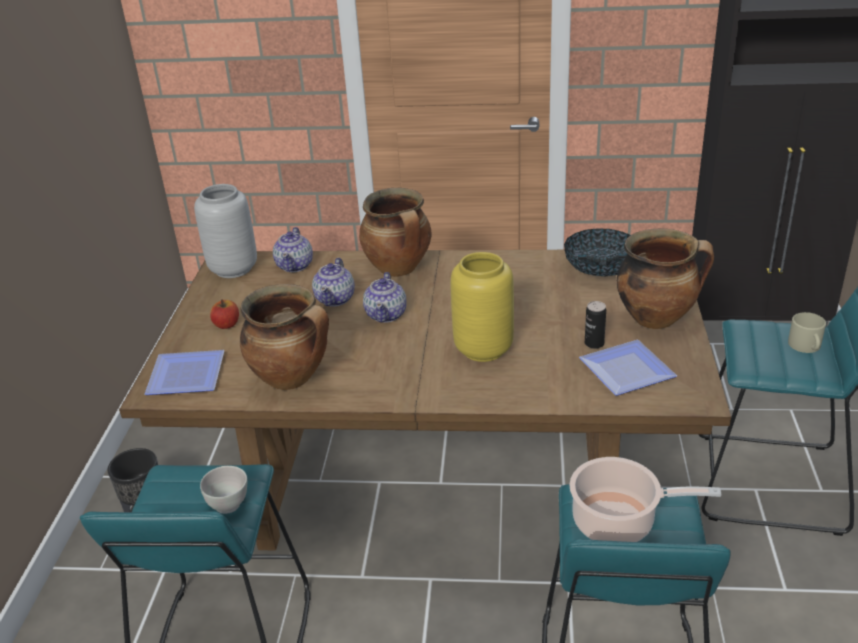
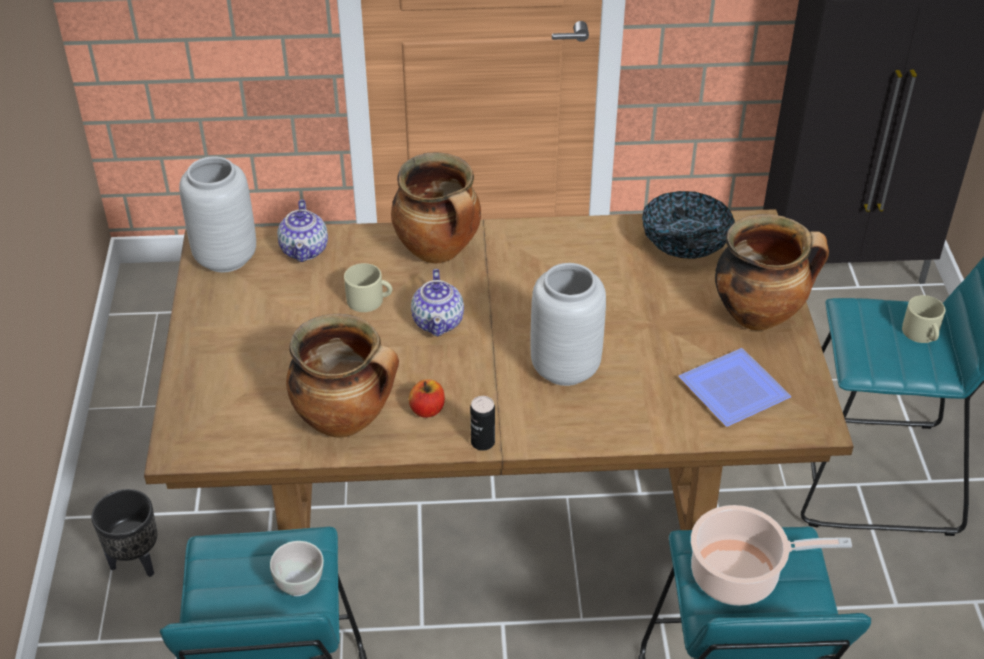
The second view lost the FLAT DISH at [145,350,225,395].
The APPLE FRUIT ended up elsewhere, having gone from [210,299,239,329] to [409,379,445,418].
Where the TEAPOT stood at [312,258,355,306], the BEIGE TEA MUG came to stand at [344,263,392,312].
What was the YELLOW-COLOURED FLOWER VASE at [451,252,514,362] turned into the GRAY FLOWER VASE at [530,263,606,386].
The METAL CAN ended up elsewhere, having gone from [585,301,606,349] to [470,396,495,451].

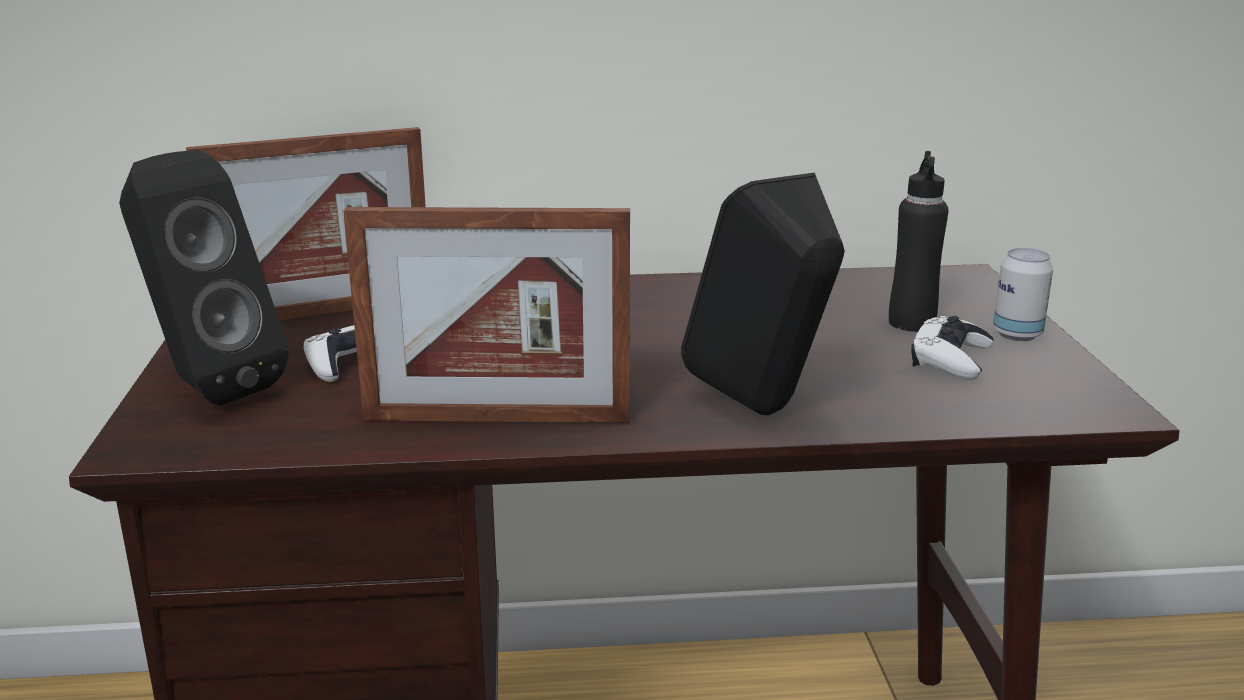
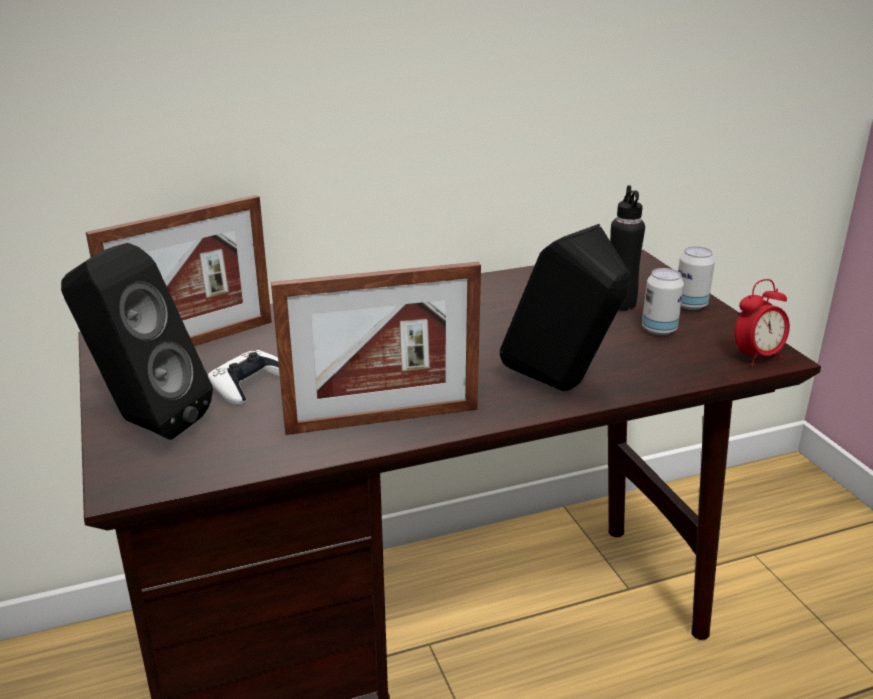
Where the WHITE JOYPAD stood at [911,316,993,380], the METAL CAN came to stand at [642,268,684,335].
The second view gained the TABLE CLOCK at [735,279,790,366].

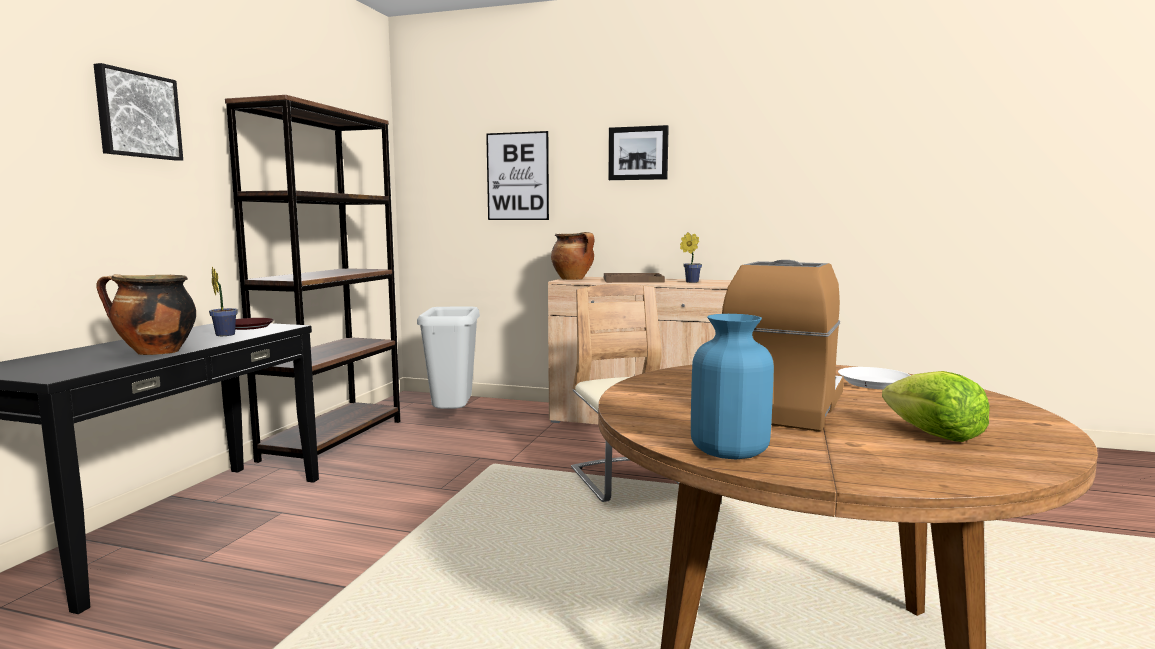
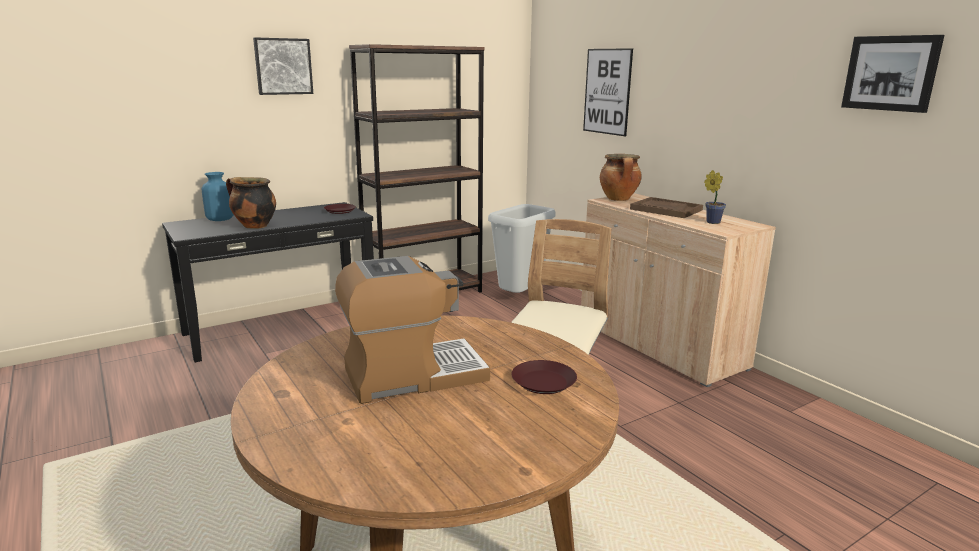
The second view lost the HOUSEPLANT at [209,267,238,336].
The PICTURE ended up elsewhere, having gone from [609,125,669,180] to [841,35,944,113].
The BLUISH FLOWER VASE ended up elsewhere, having gone from [691,314,774,459] to [202,172,234,221].
What was the WHITE FLAT DISH at [838,367,911,389] turned into the BROWNISH FLAT DISH at [511,360,577,394].
The second view lost the LETTUCE at [882,371,990,442].

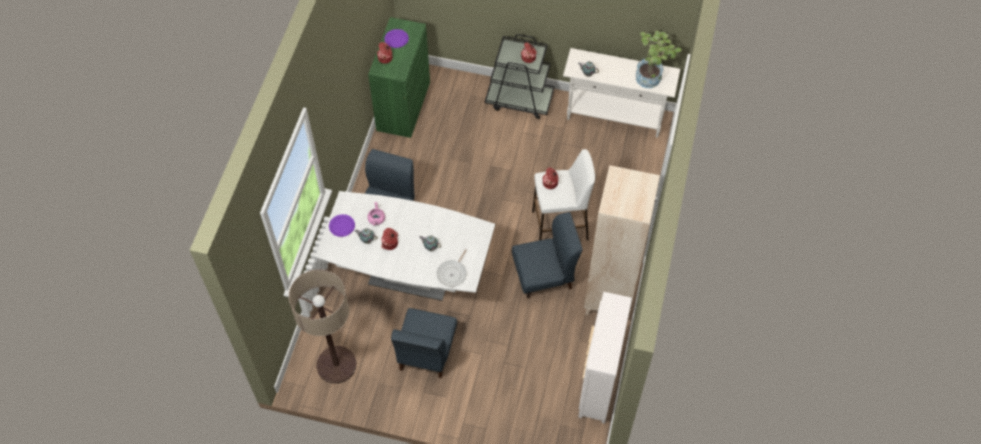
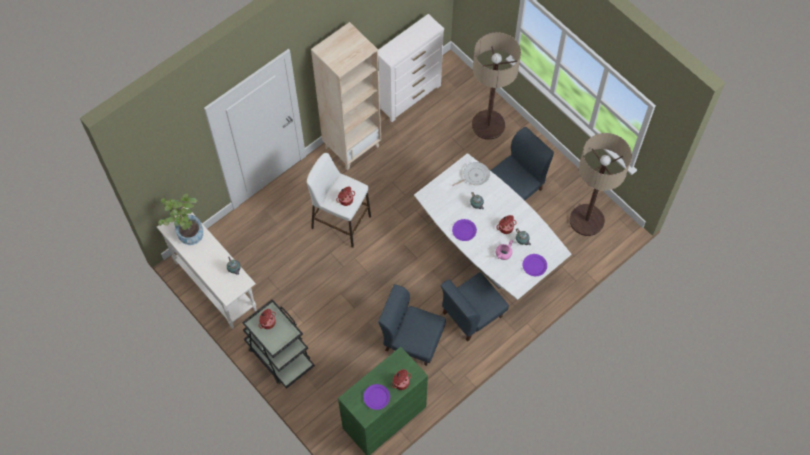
The BLUISH UPRIGHT CHAIR ended up elsewhere, having gone from [512,212,583,299] to [378,284,446,366].
The second view gained the PURPLISH FLAT DISH at [452,219,477,241].
The second view gained the STANDING LAMP at [472,32,521,140].

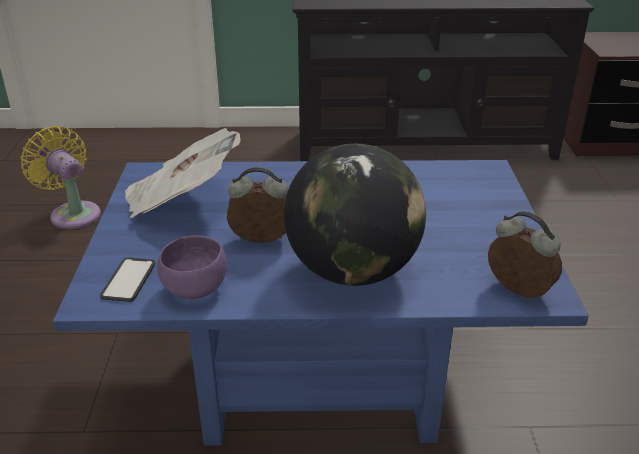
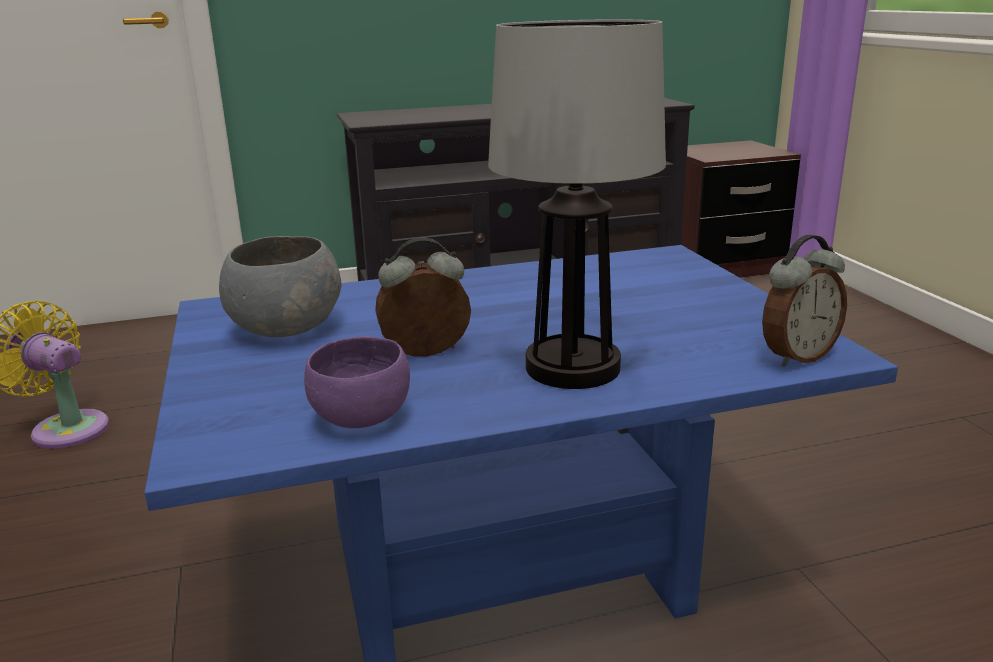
The second view lost the TELEPHONE at [100,257,155,302].
Where the PRINTED PAPER stood at [125,128,241,218], the GRAY DEEP DISH came to stand at [219,236,341,337].
Where the DESK GLOBE stood at [284,144,426,286], the TABLE LAMP came to stand at [488,19,666,389].
The TABLE CLOCK at [488,211,562,299] ended up facing another way, 120 degrees clockwise from before.

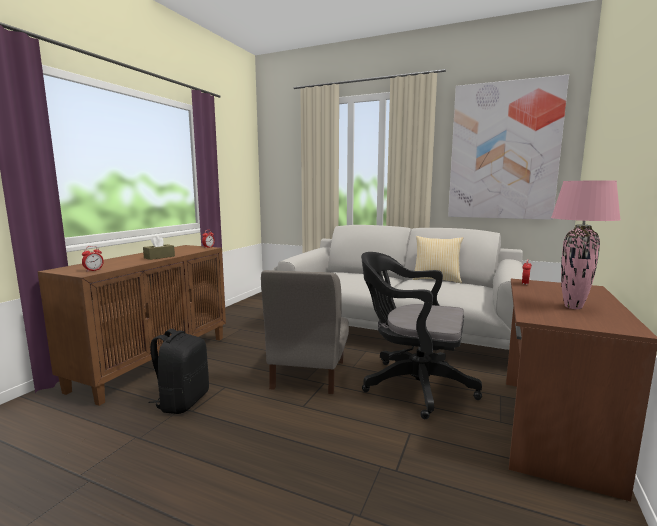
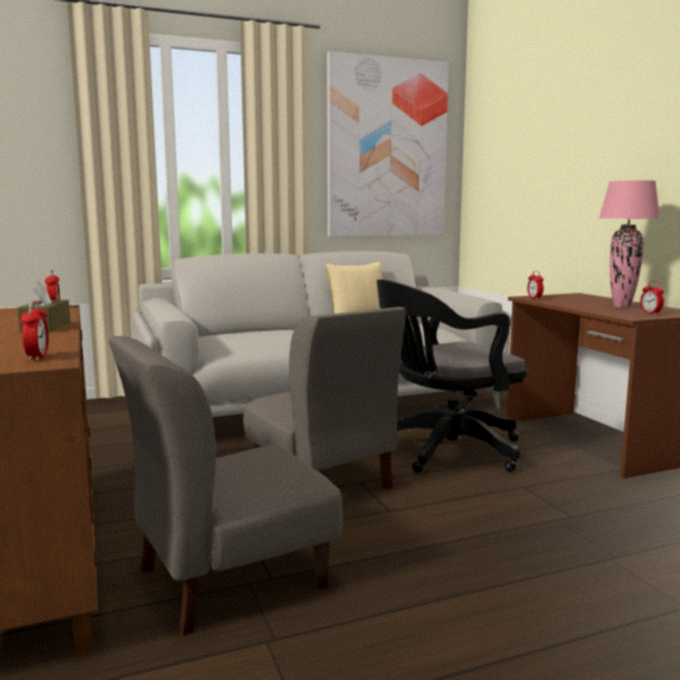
Where the BLACK-COLOURED RUCKSACK stood at [149,329,209,414], the GRAY UPRIGHT CHAIR came to stand at [109,336,343,636].
The second view gained the TABLE CLOCK at [640,281,664,315].

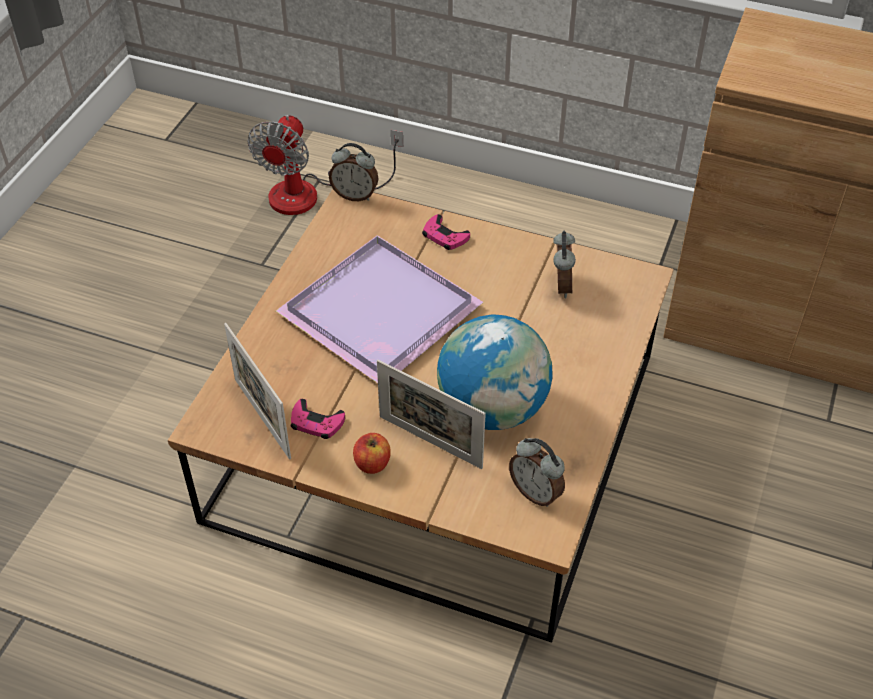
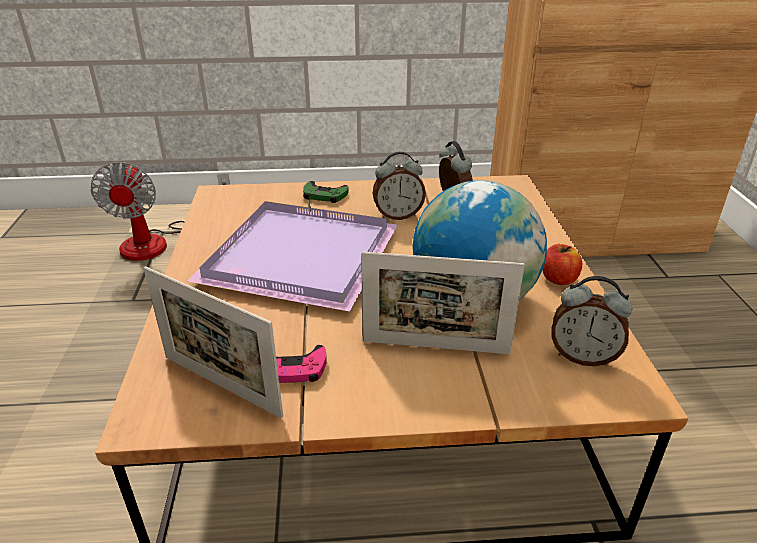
The TABLE CLOCK ended up elsewhere, having gone from [329,143,379,201] to [373,152,426,220].
The APPLE FRUIT ended up elsewhere, having gone from [353,433,391,474] to [543,244,582,285].
What was the PINK-COLOURED JOYPAD at [422,214,470,250] turned into the GREEN JOYPAD at [303,181,349,203].

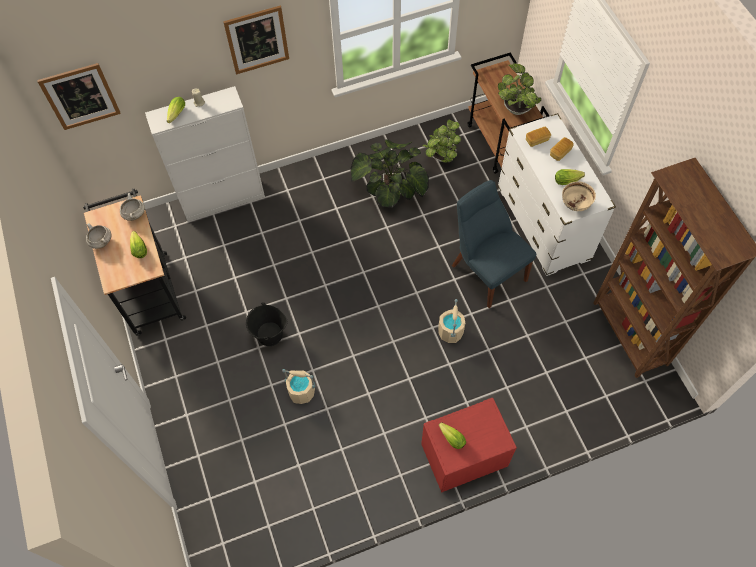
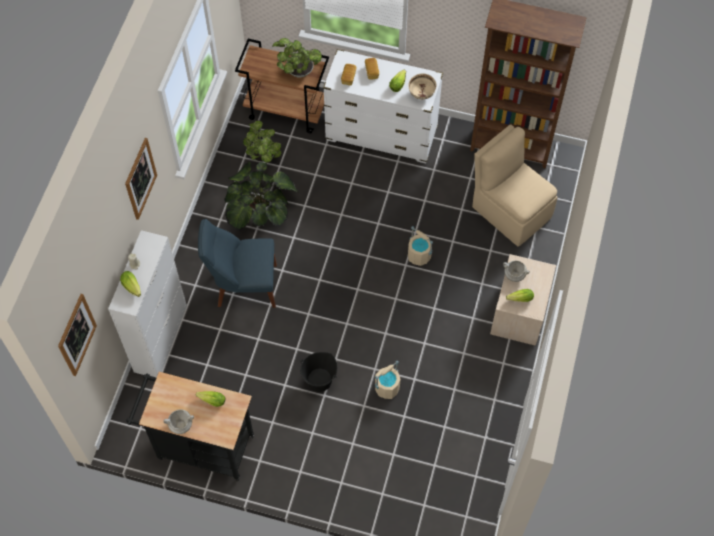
The WHITE SAUCEPOT ended up elsewhere, having gone from [120,193,145,221] to [503,261,530,282].
What was the RED-COLOURED NIGHTSTAND at [421,398,517,492] turned into the BEIGE NIGHTSTAND at [490,254,556,346].
The BLUISH UPRIGHT CHAIR ended up elsewhere, having gone from [452,180,536,308] to [198,219,277,308].
The second view gained the BEIGE UPRIGHT CHAIR at [472,124,558,246].

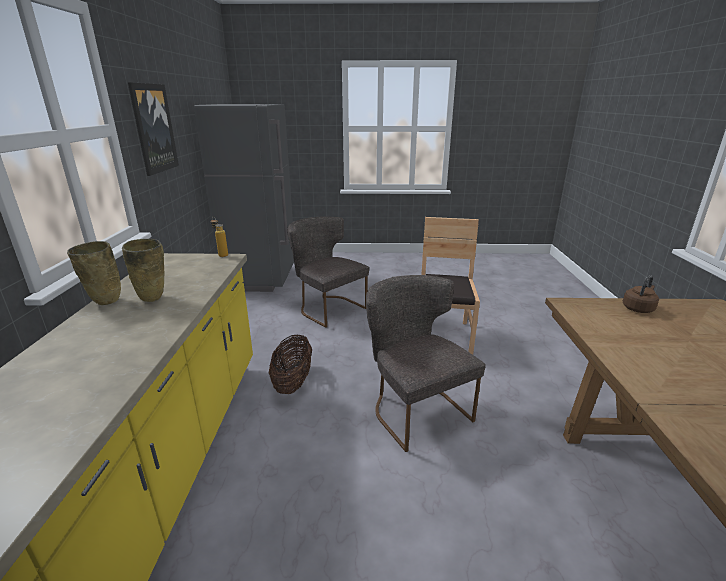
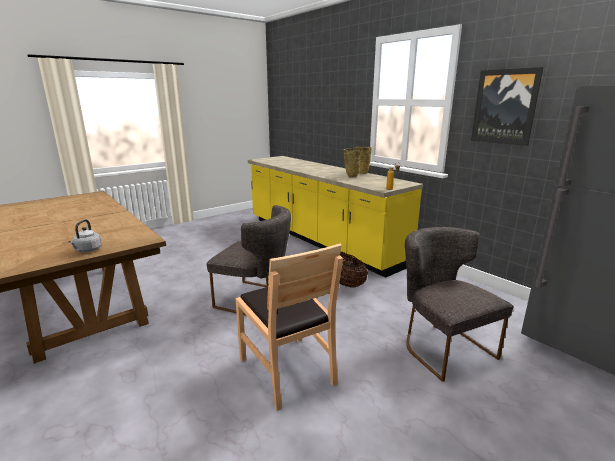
The GRAY UPRIGHT CHAIR at [287,216,369,328] ended up facing another way, 120 degrees counterclockwise from before.
What was the BROWNISH WATER KETTLE at [623,275,659,313] turned into the GRAY WATER KETTLE at [68,220,102,252].

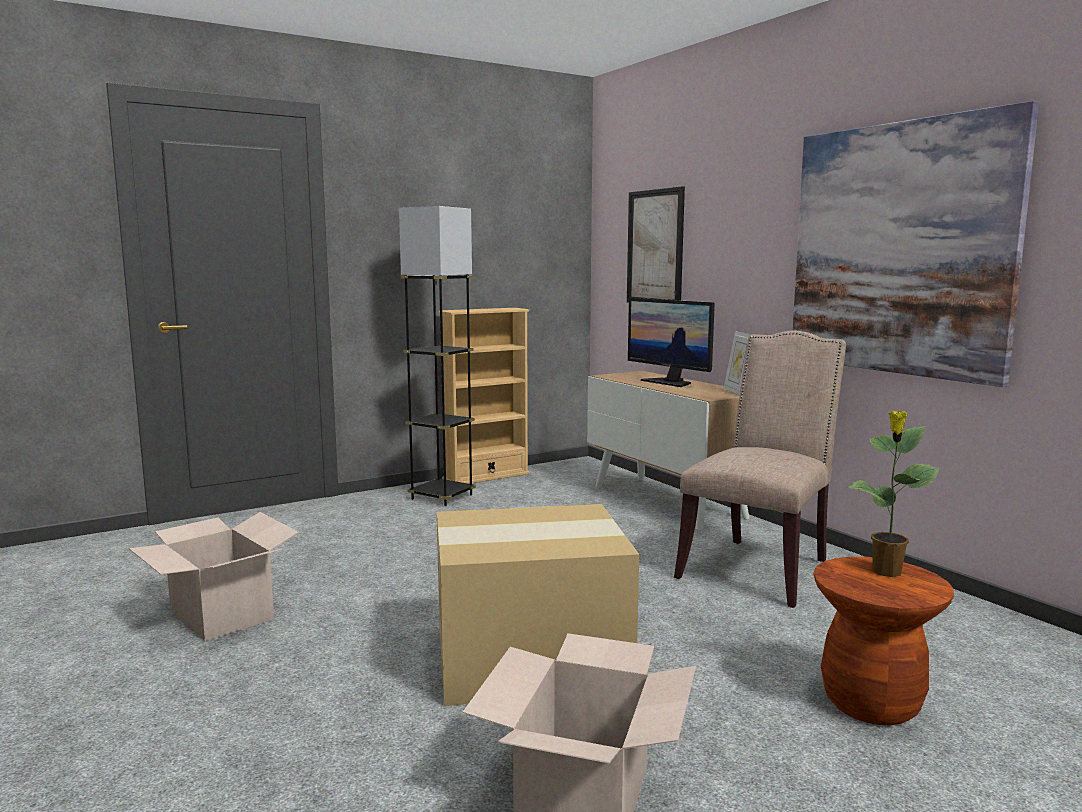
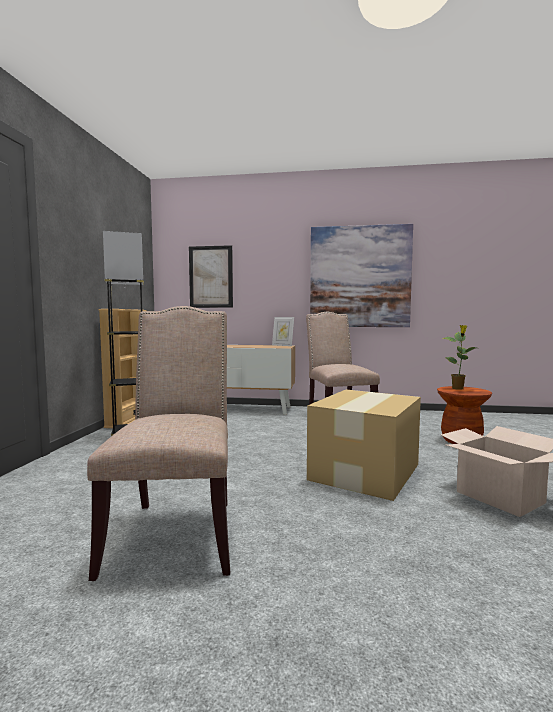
Where the CARDBOARD BOX stood at [129,512,299,641], the BEIGE UPRIGHT CHAIR came to stand at [87,306,230,581].
The second view lost the COMPUTER SCREEN at [628,298,715,387].

